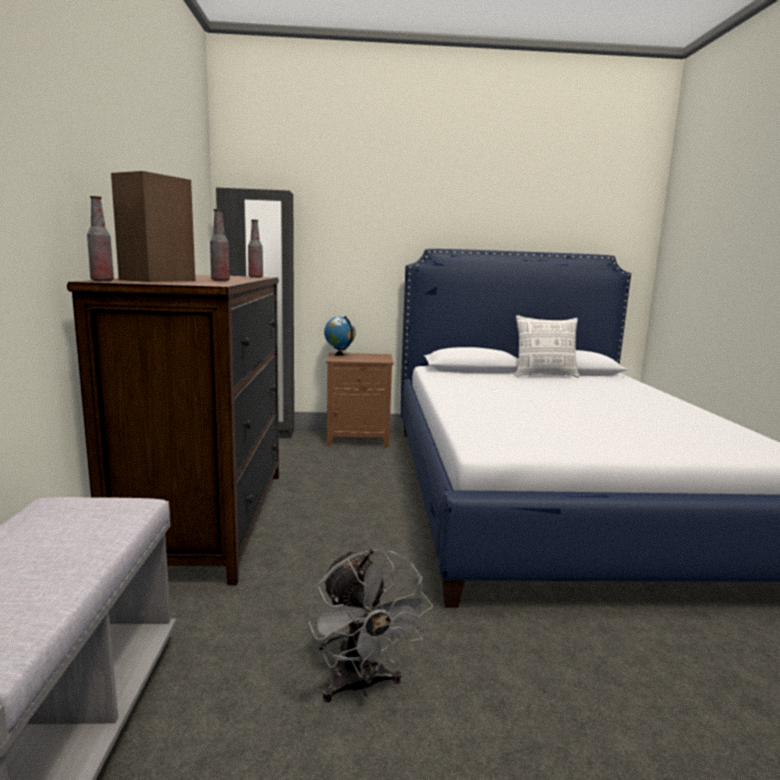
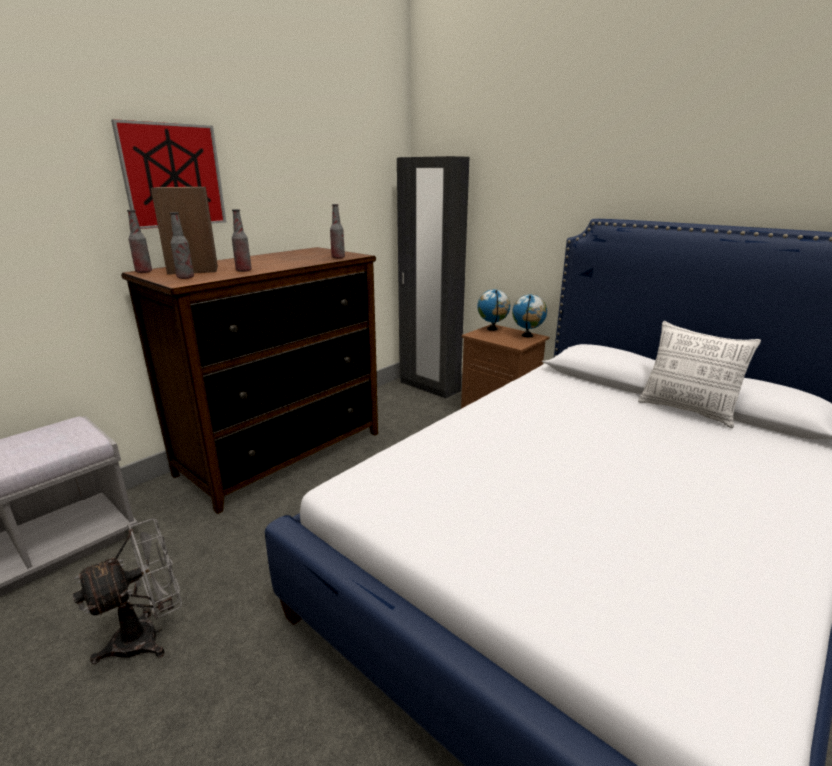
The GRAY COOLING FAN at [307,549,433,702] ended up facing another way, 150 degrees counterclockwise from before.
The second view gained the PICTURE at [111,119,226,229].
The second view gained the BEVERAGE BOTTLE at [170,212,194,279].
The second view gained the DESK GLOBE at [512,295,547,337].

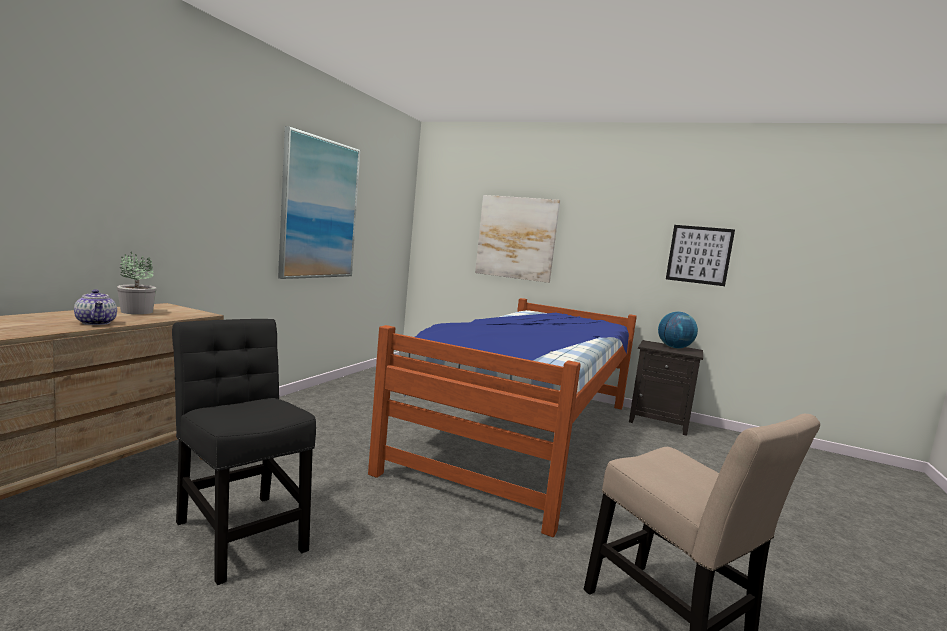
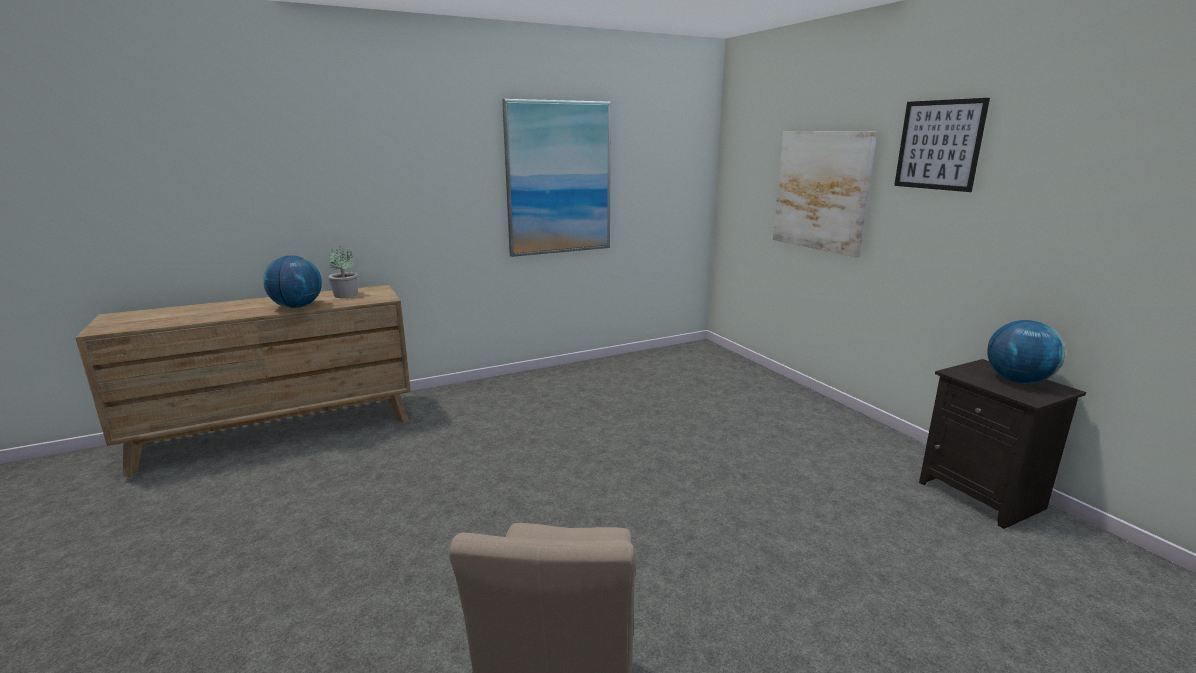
Where the TEAPOT stood at [74,289,117,325], the DESK GLOBE came to stand at [263,255,322,308].
The second view lost the BLACK-COLOURED UPRIGHT CHAIR at [172,319,316,585].
The second view lost the SLEEPING BED at [368,298,637,537].
The PICTURE ended up elsewhere, having gone from [666,225,735,286] to [894,98,990,192].

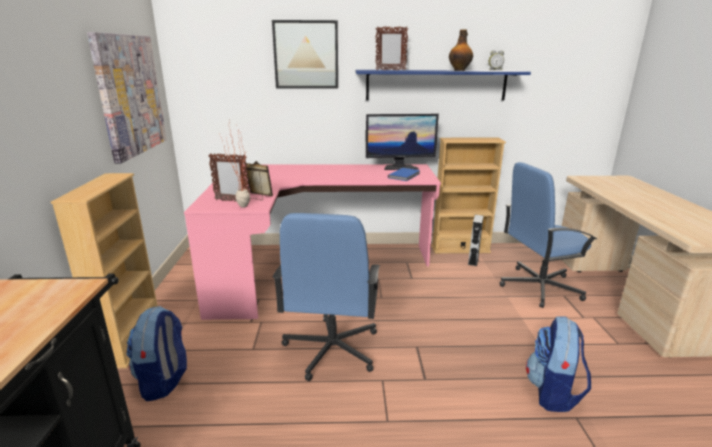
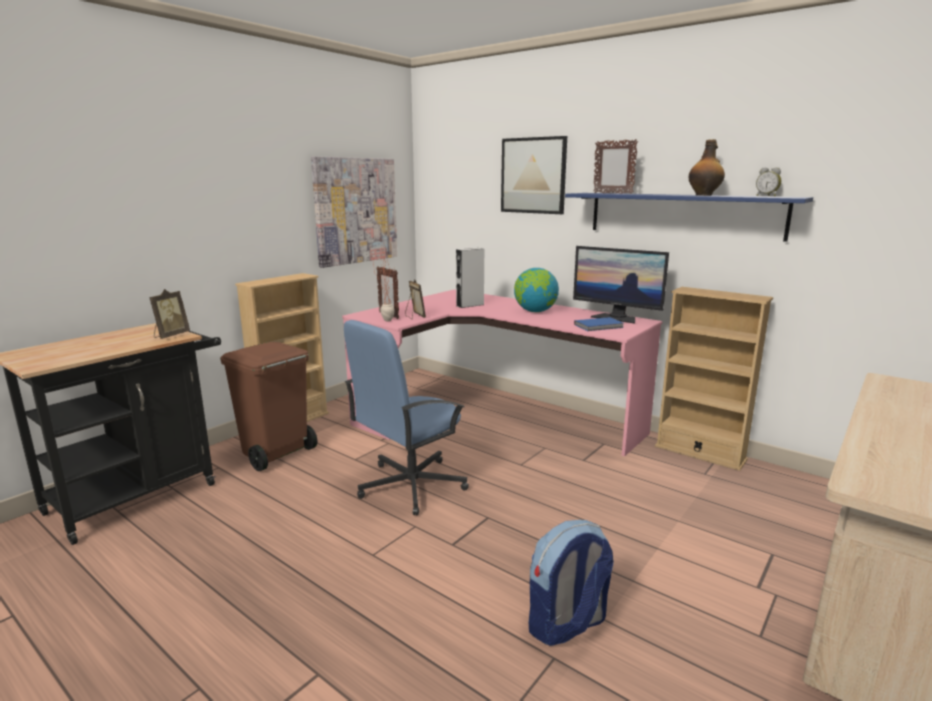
Where the RUCKSACK stood at [126,306,187,401], the BROWNISH WASTE BIN came to stand at [220,342,317,471].
The GRAY SPEAKER ended up elsewhere, having gone from [468,215,484,266] to [456,248,484,308].
The second view lost the BLUISH DESK CHAIR at [500,162,597,308].
The second view gained the PHOTO FRAME at [149,289,190,339].
The second view gained the DESK GLOBE at [514,268,559,312].

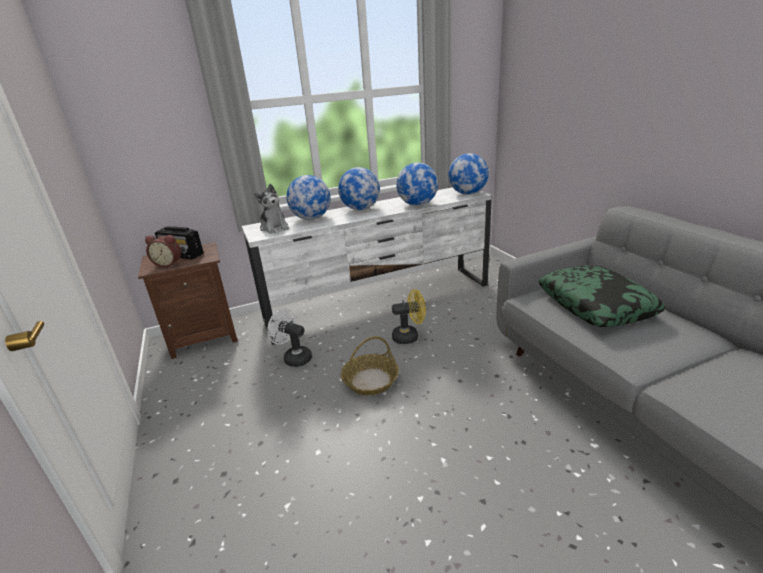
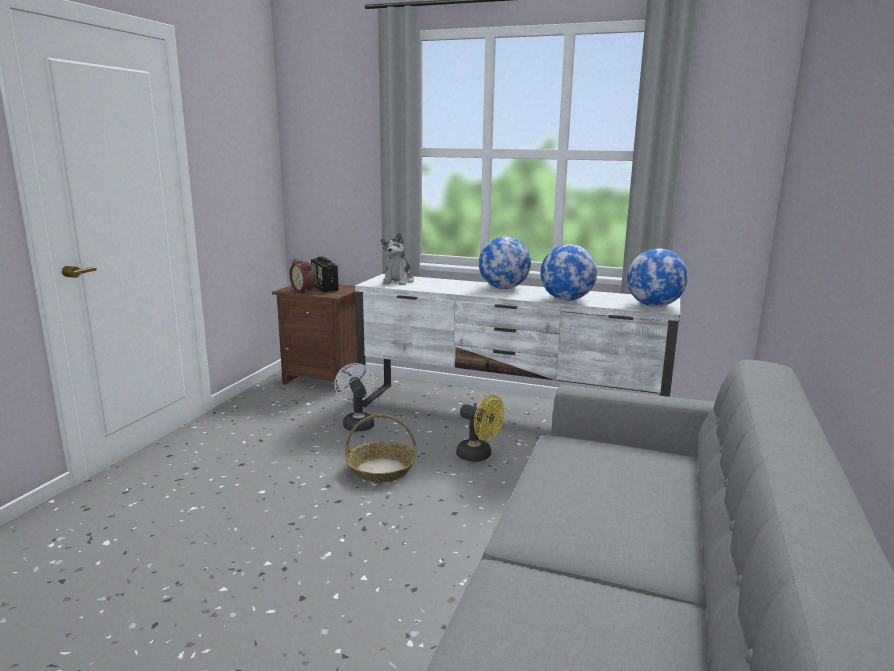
The second view lost the DESK GLOBE at [286,175,331,220].
The second view lost the CUSHION at [538,265,665,327].

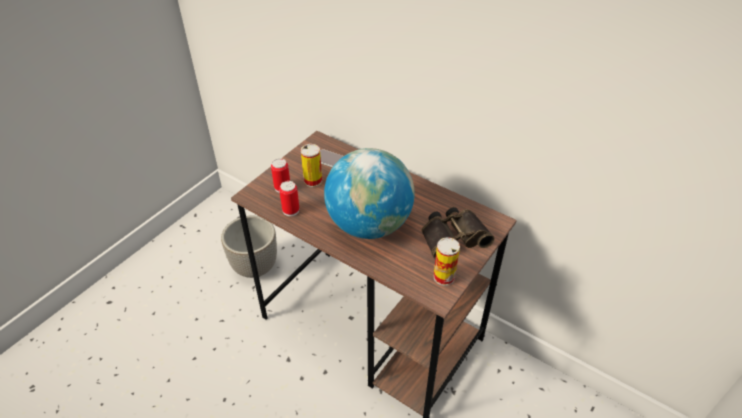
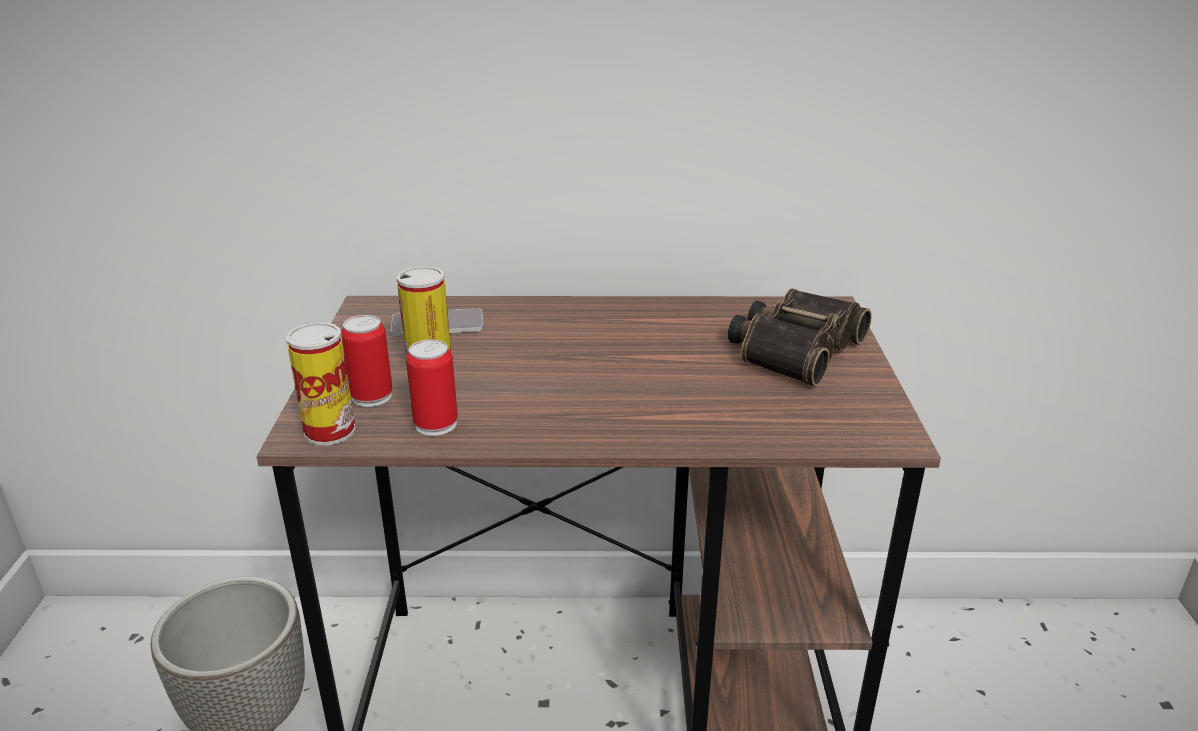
The second view lost the DESK GLOBE at [324,148,415,239].
The METAL CAN ended up elsewhere, having gone from [433,237,460,286] to [286,322,356,446].

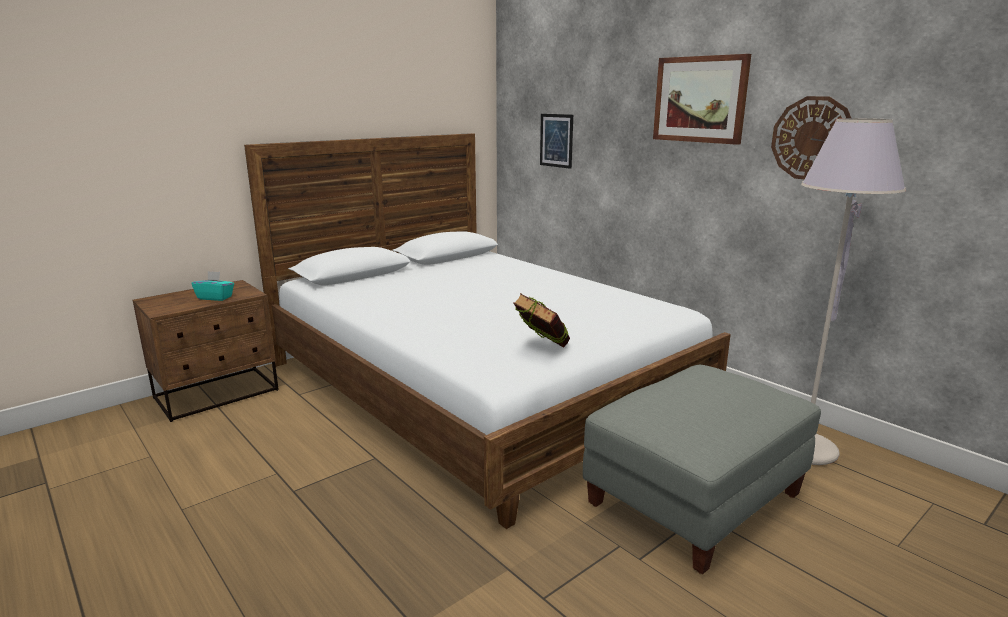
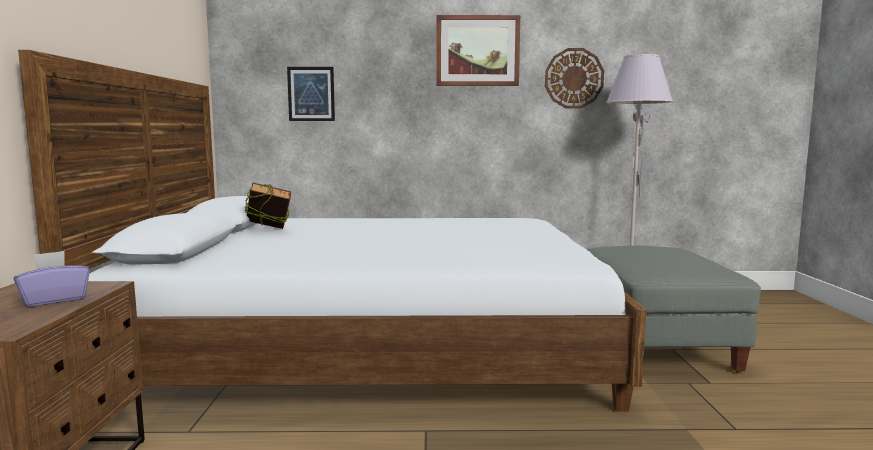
What was the BLUE-GREEN TISSUE BOX at [192,271,234,301] turned into the PURPLISH TISSUE BOX at [13,251,90,307].
The VOLUME ended up elsewhere, having gone from [513,293,570,348] to [244,182,291,229].

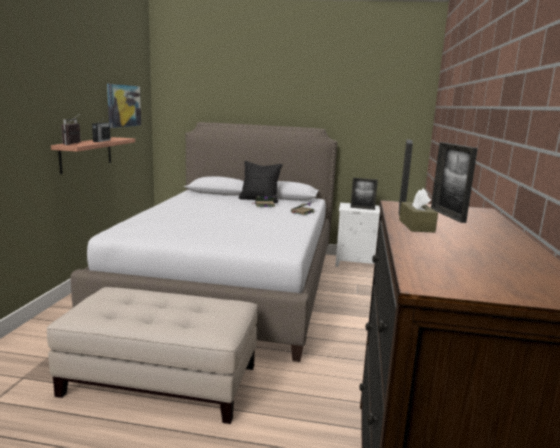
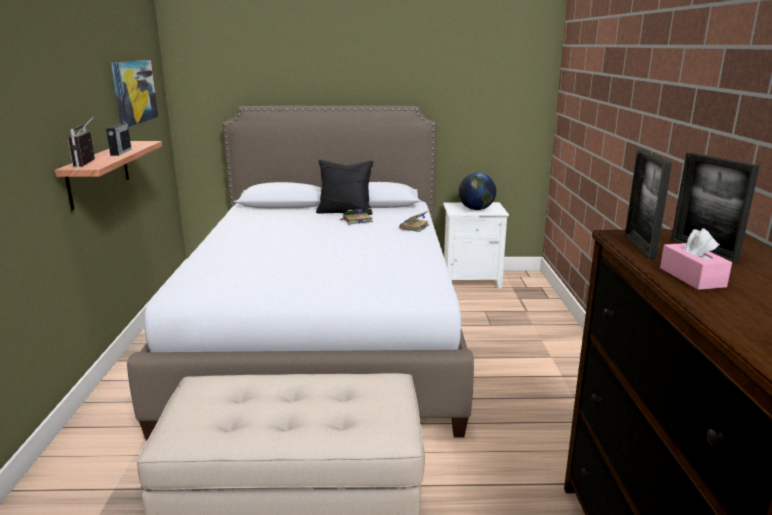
Where the PHOTO FRAME stood at [351,178,378,210], the DESK GLOBE came to stand at [459,173,496,210].
What was the BROWNISH TISSUE BOX at [399,189,438,233] turned into the PINK-COLOURED TISSUE BOX at [660,228,732,290].

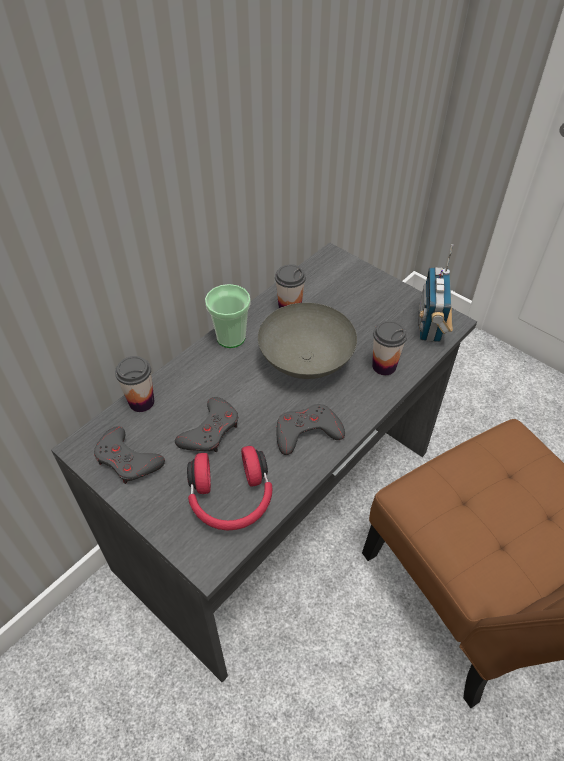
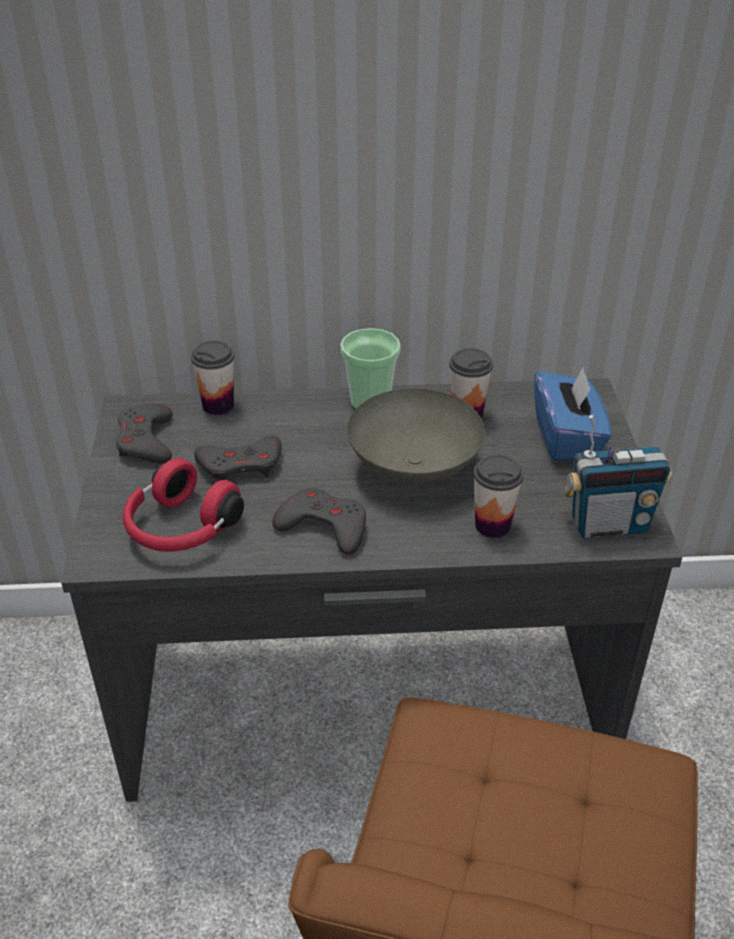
The RADIO SET at [418,244,453,342] ended up facing another way, 150 degrees counterclockwise from before.
The second view gained the BLUISH TISSUE BOX at [534,366,612,461].

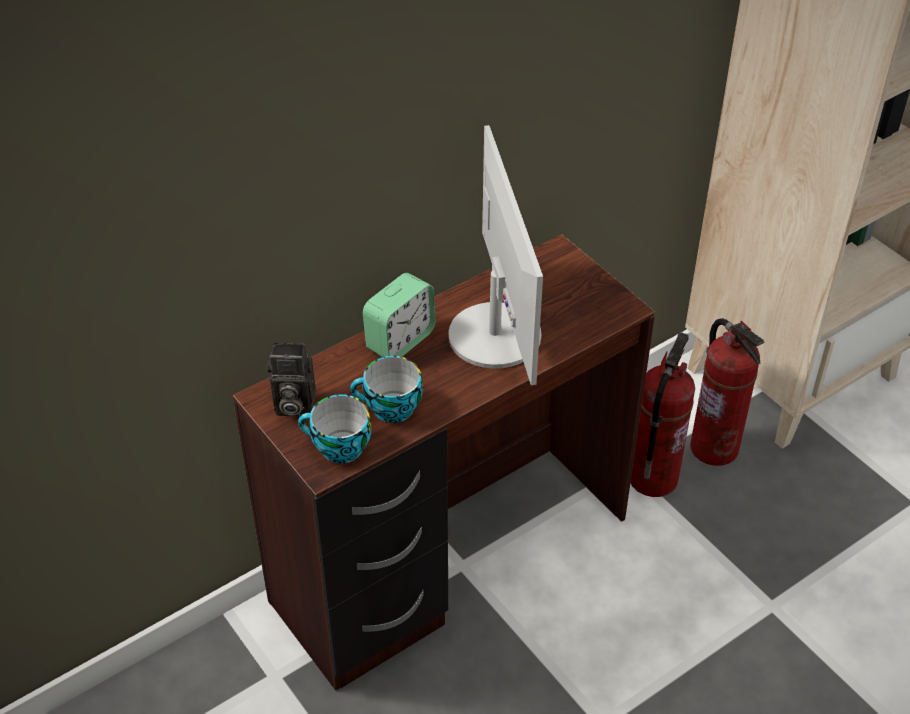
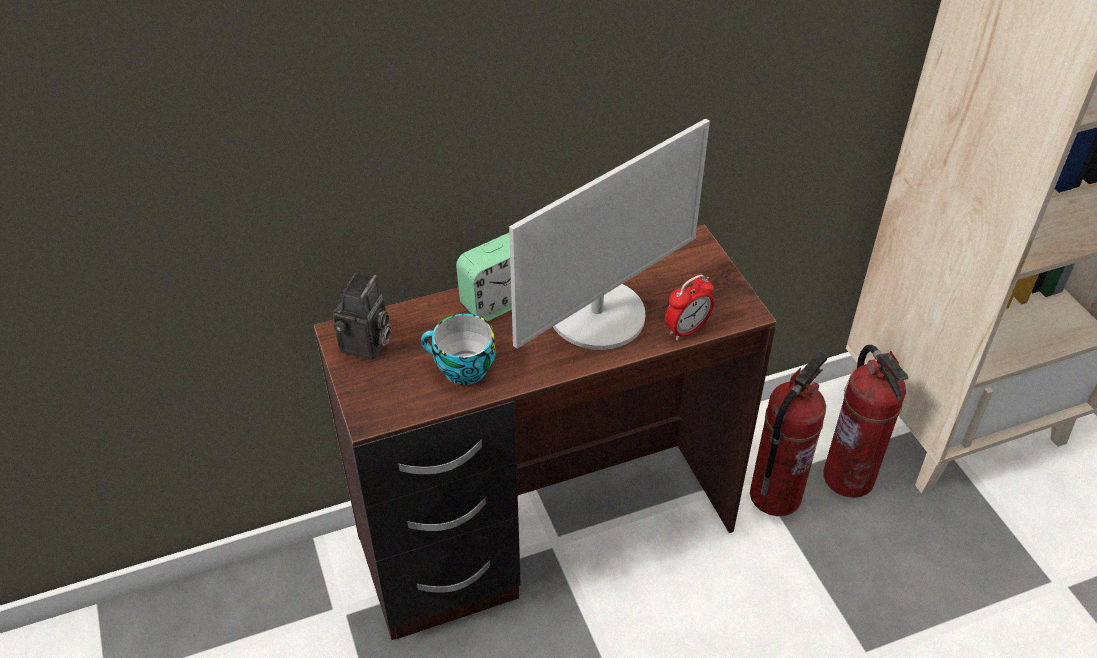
The STILL CAMERA at [268,343,316,416] ended up facing another way, 90 degrees counterclockwise from before.
The second view lost the DRINKING CUP at [298,394,371,463].
The COMPUTER SCREEN at [449,125,543,385] ended up facing another way, 45 degrees clockwise from before.
The second view gained the TABLE CLOCK at [665,274,714,340].

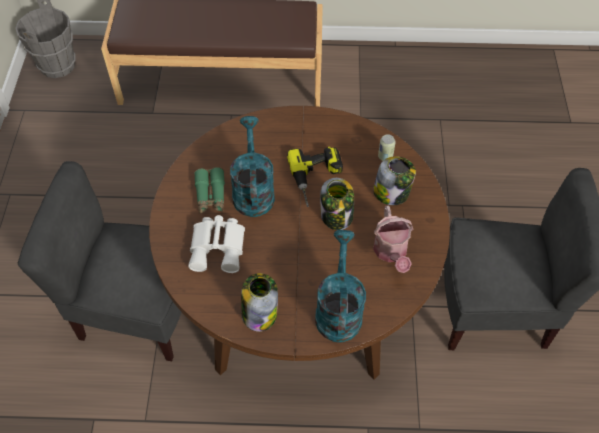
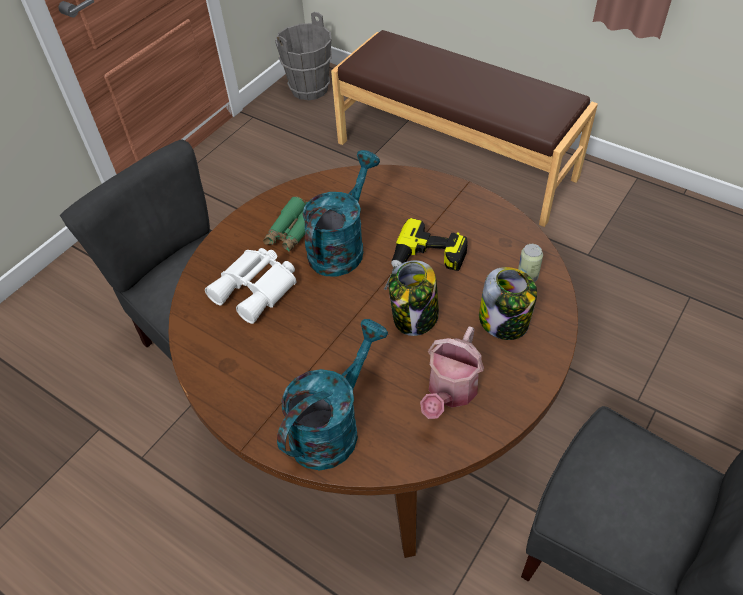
The second view lost the PRESERVE JAR at [241,273,278,332].

